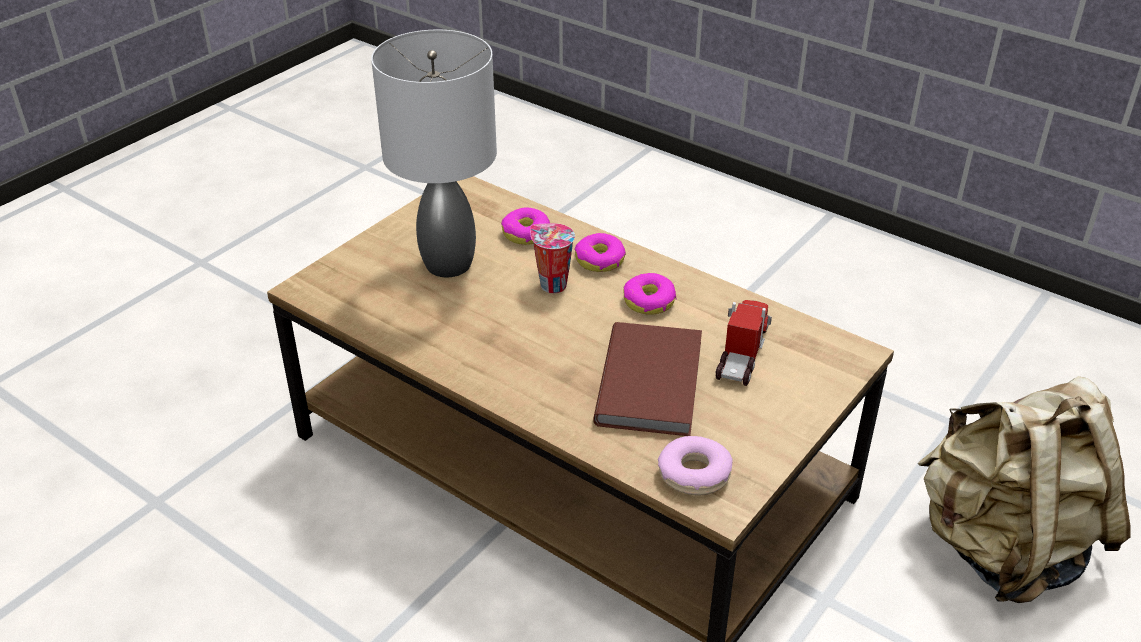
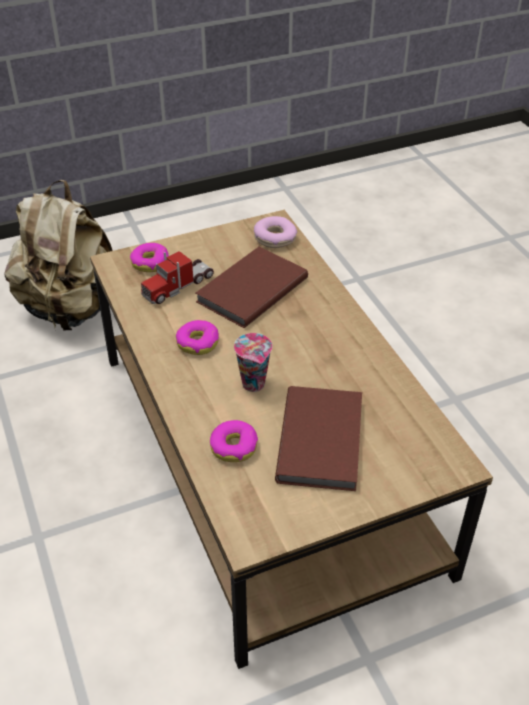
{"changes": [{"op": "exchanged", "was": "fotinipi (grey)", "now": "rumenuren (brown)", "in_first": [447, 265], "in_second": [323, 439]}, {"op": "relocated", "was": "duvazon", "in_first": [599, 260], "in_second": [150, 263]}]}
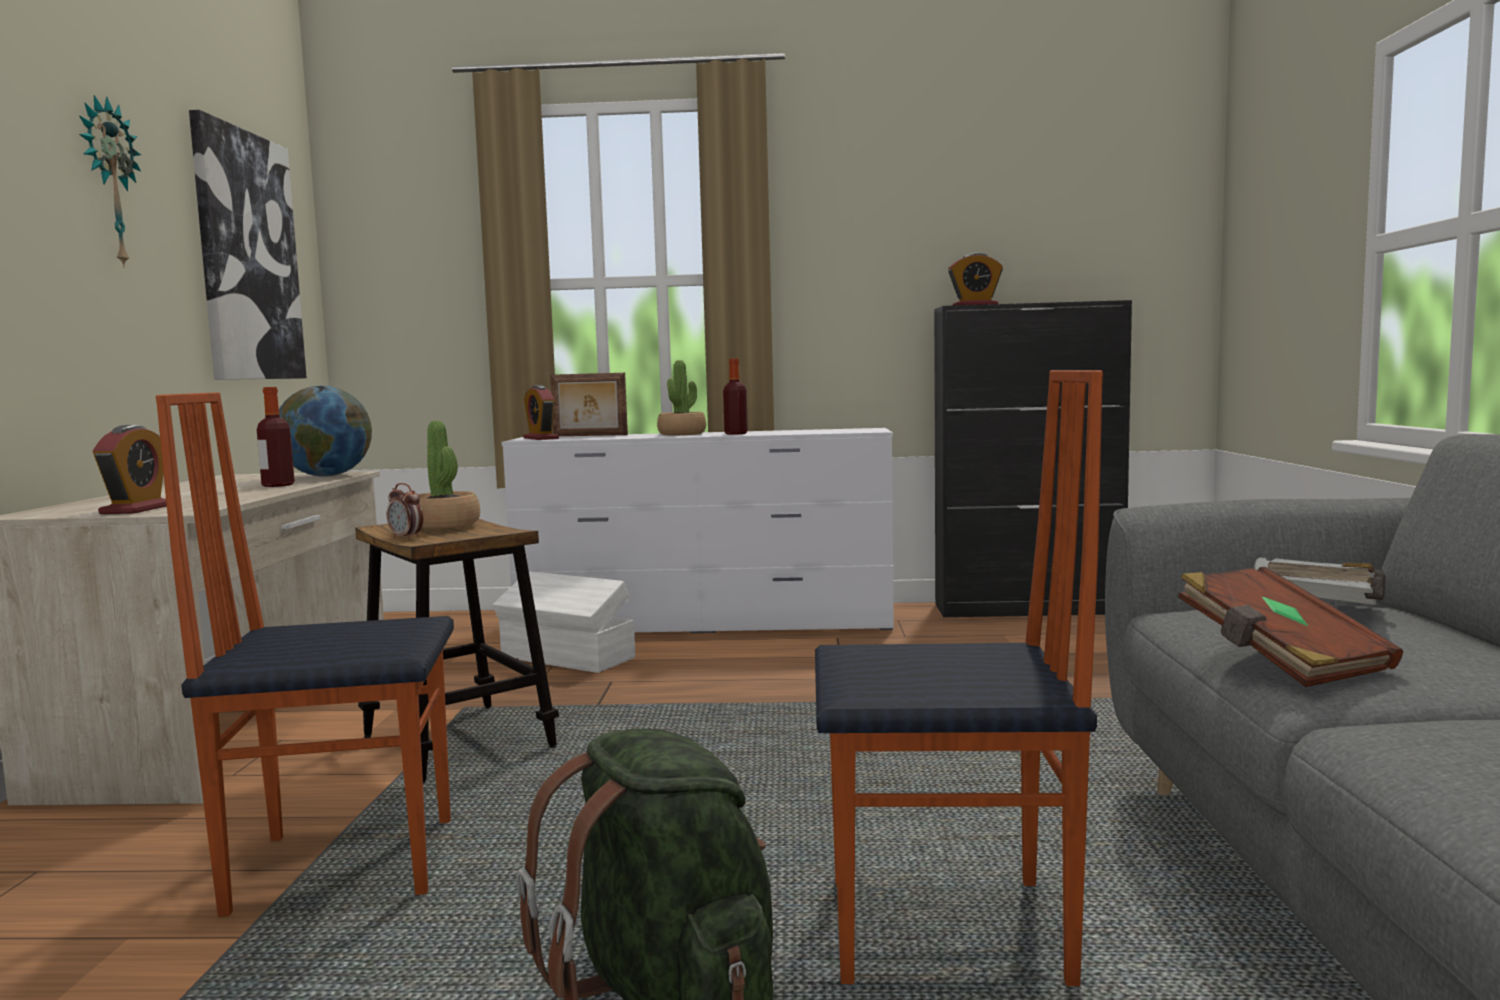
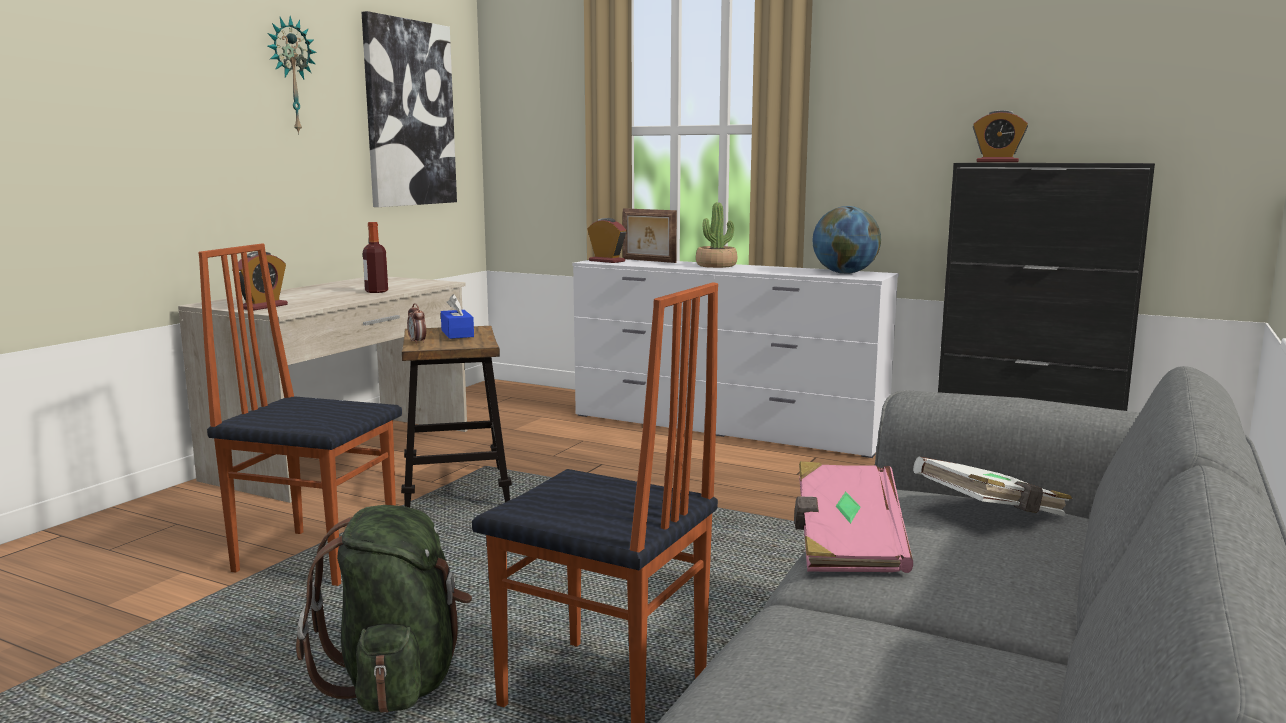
{"changes": [{"op": "missing", "was": "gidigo", "in_first": [736, 433]}, {"op": "spun", "was": "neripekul", "in_first": [541, 438], "in_second": [606, 261], "clockwise": 135}, {"op": "relocated", "was": "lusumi", "in_first": [327, 476], "in_second": [844, 273]}, {"op": "exchanged", "was": "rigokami", "now": "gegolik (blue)", "in_first": [445, 525], "in_second": [457, 333]}, {"op": "colour", "was": "rumenuren (brown)", "now": "rumenuren (pink)", "in_first": [1279, 659], "in_second": [846, 546]}, {"op": "missing", "was": "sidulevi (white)", "in_first": [567, 658]}]}
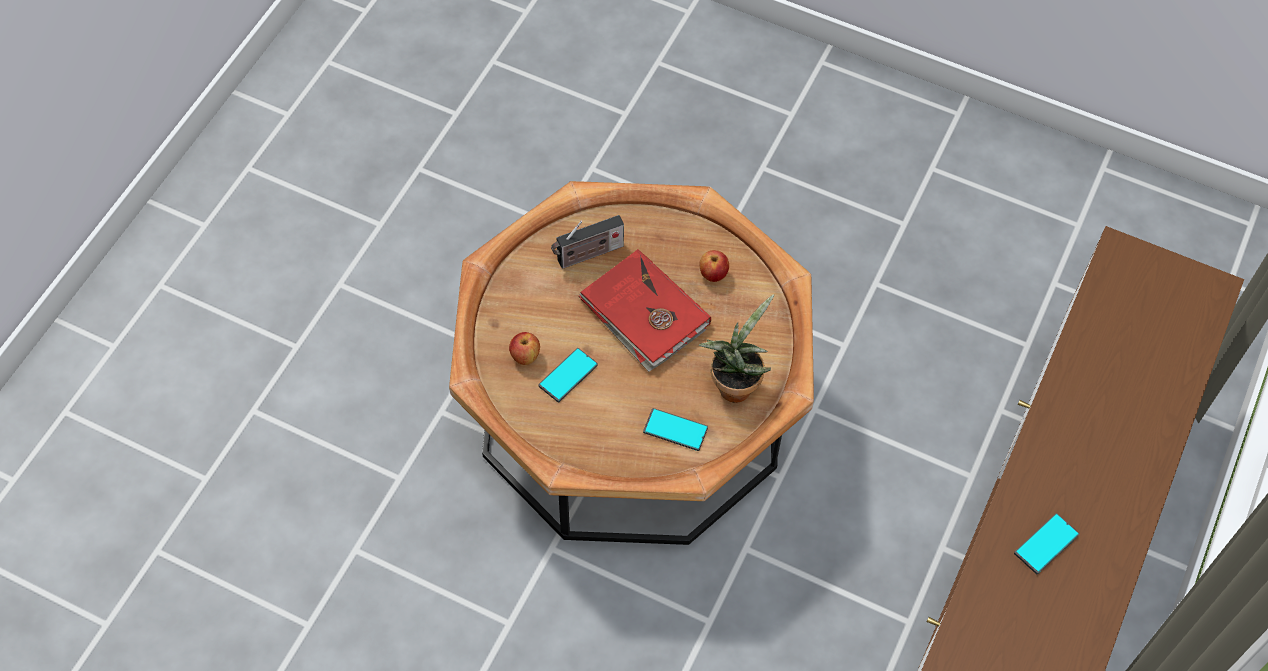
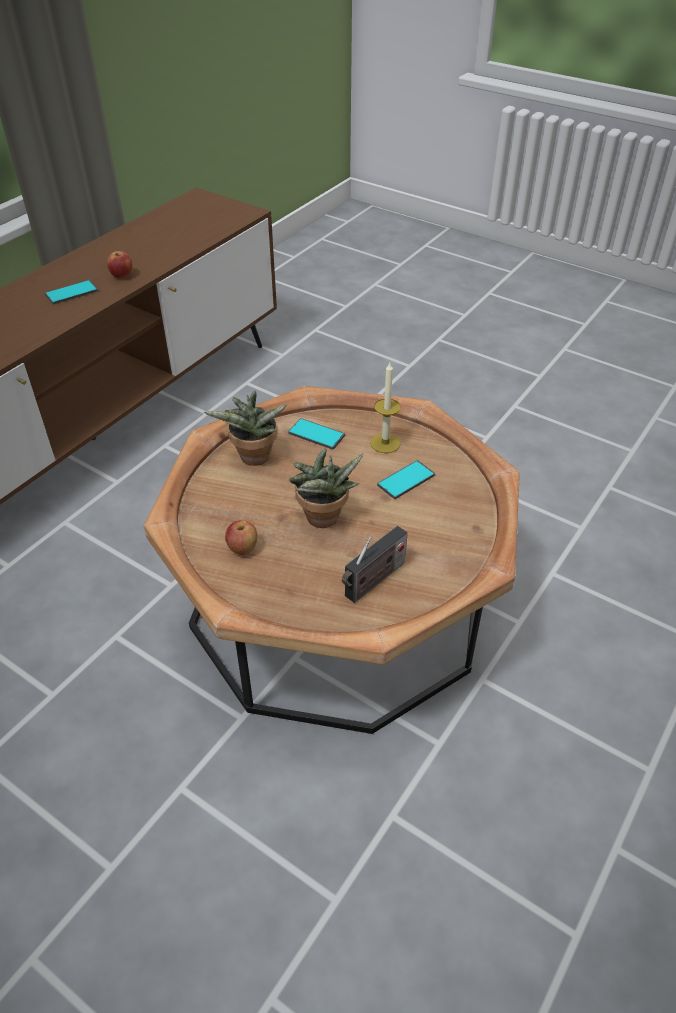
{"changes": [{"op": "spun", "was": "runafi", "in_first": [587, 255], "in_second": [373, 581], "clockwise": 150}, {"op": "exchanged", "was": "rumenuren (red)", "now": "rigokami", "in_first": [644, 314], "in_second": [323, 521]}, {"op": "relocated", "was": "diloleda", "in_first": [525, 356], "in_second": [122, 276]}, {"op": "appeared", "now": "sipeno", "in_second": [385, 443]}]}
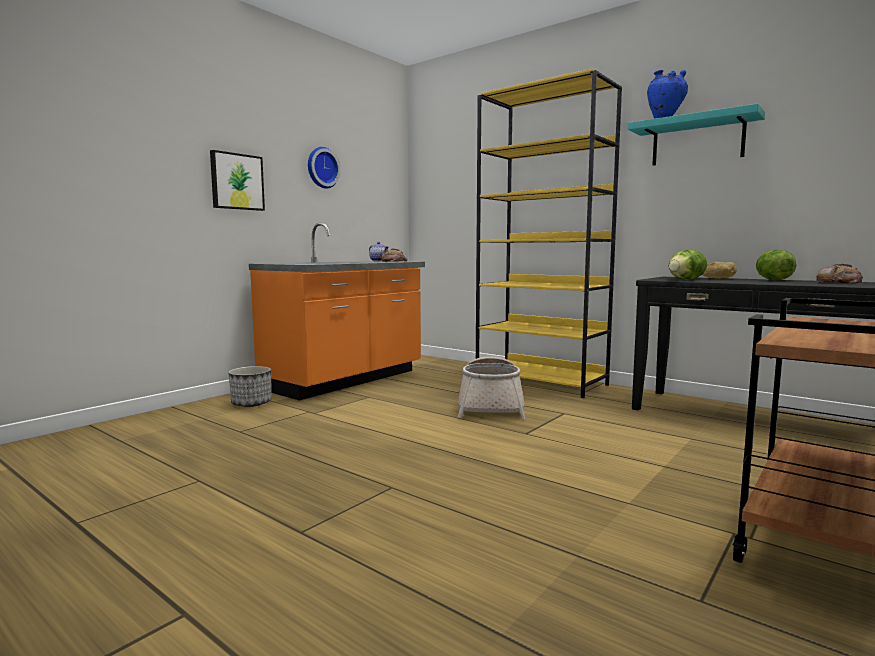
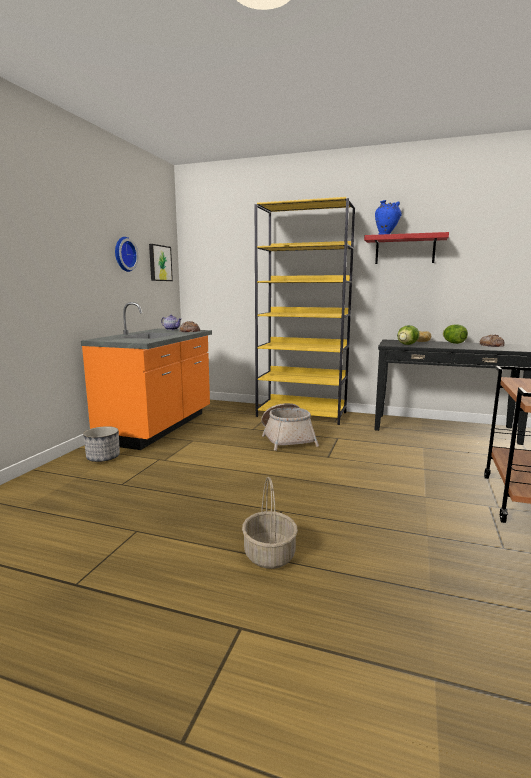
{"changes": [{"op": "colour", "was": "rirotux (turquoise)", "now": "rirotux (red)", "in_first": [697, 141], "in_second": [405, 250]}, {"op": "relocated", "was": "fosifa", "in_first": [236, 181], "in_second": [159, 263]}, {"op": "appeared", "now": "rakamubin", "in_second": [269, 554]}]}
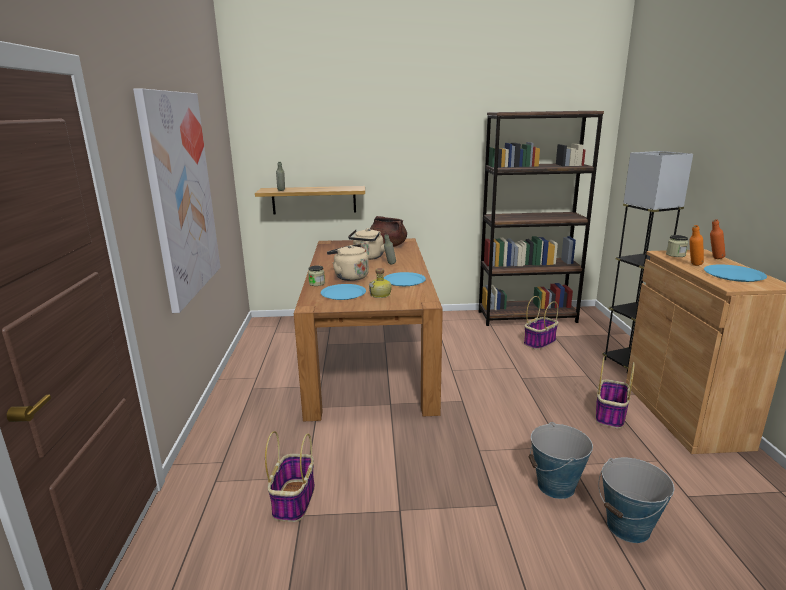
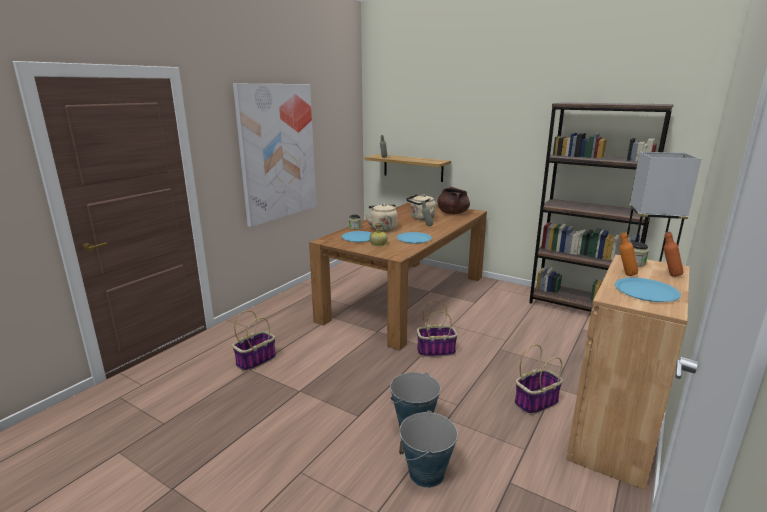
{"changes": [{"op": "relocated", "was": "rakamubin", "in_first": [539, 342], "in_second": [436, 351]}]}
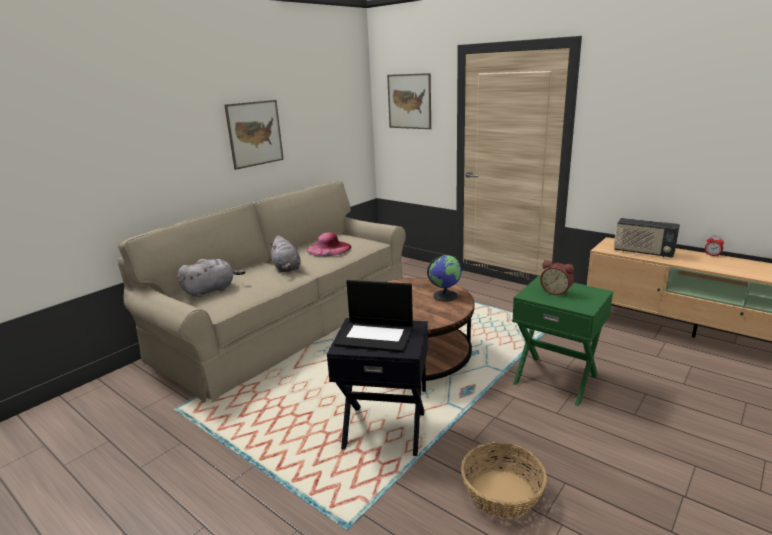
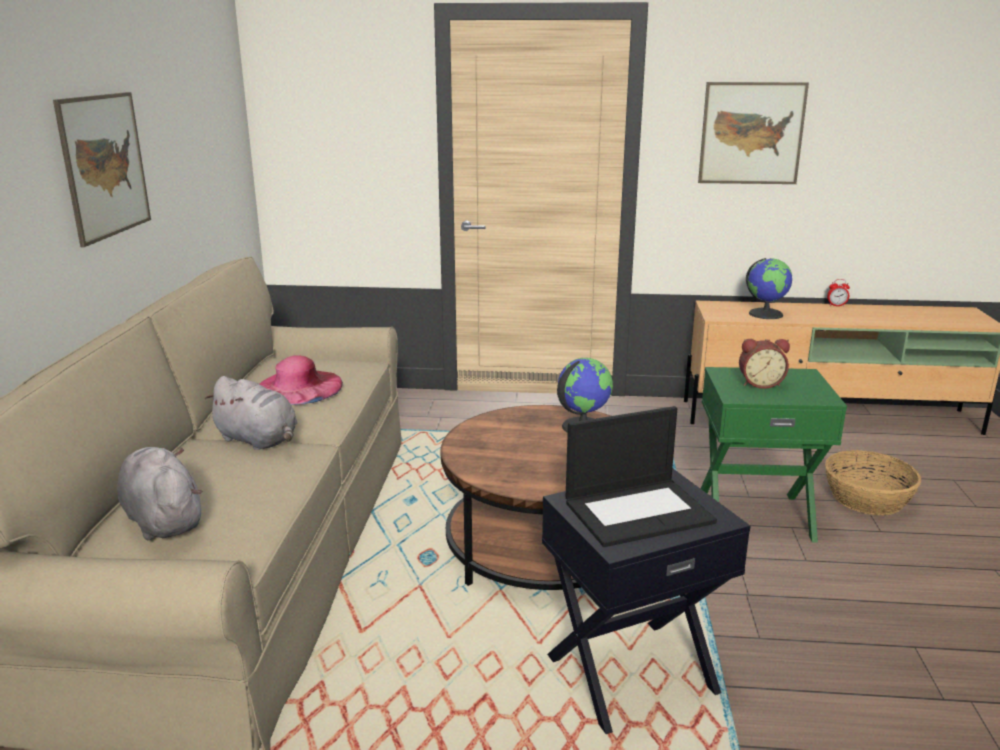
{"changes": [{"op": "relocated", "was": "fosifa", "in_first": [409, 101], "in_second": [751, 133]}, {"op": "exchanged", "was": "runafi", "now": "lusumi", "in_first": [643, 252], "in_second": [765, 314]}, {"op": "spun", "was": "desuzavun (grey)", "in_first": [211, 290], "in_second": [162, 520], "clockwise": -60}, {"op": "relocated", "was": "rakamubin", "in_first": [501, 493], "in_second": [866, 498]}]}
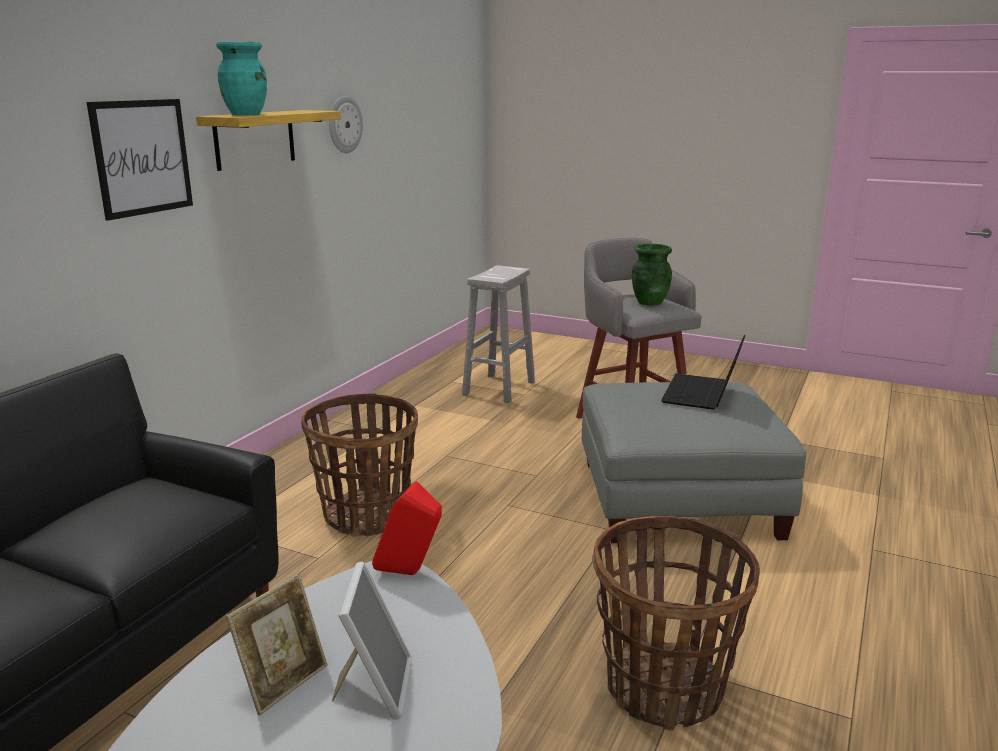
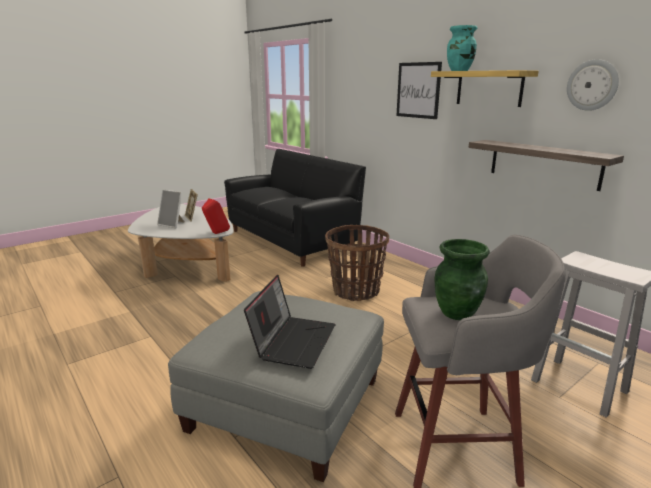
{"changes": [{"op": "spun", "was": "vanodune", "in_first": [702, 394], "in_second": [293, 340], "clockwise": 60}, {"op": "missing", "was": "rakamubin", "in_first": [664, 687]}, {"op": "appeared", "now": "rirotux", "in_second": [544, 164]}]}
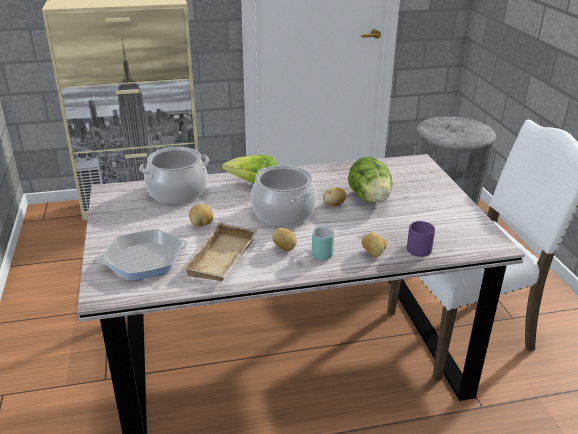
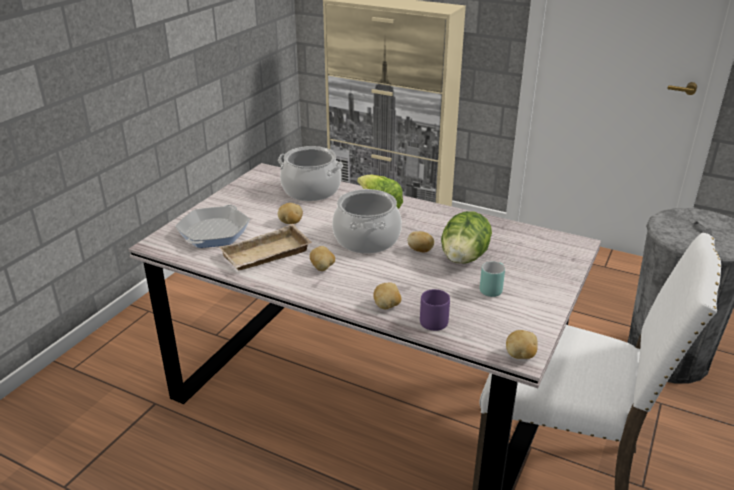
{"changes": [{"op": "relocated", "was": "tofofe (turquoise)", "in_first": [319, 252], "in_second": [491, 288]}, {"op": "spun", "was": "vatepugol", "in_first": [144, 260], "in_second": [214, 232], "clockwise": 90}, {"op": "appeared", "now": "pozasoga", "in_second": [520, 355]}]}
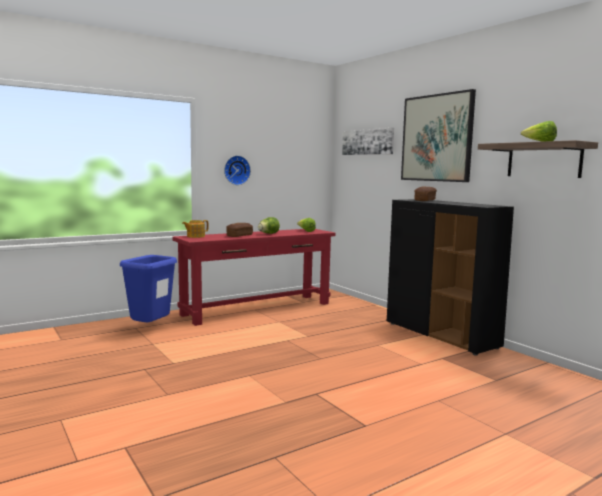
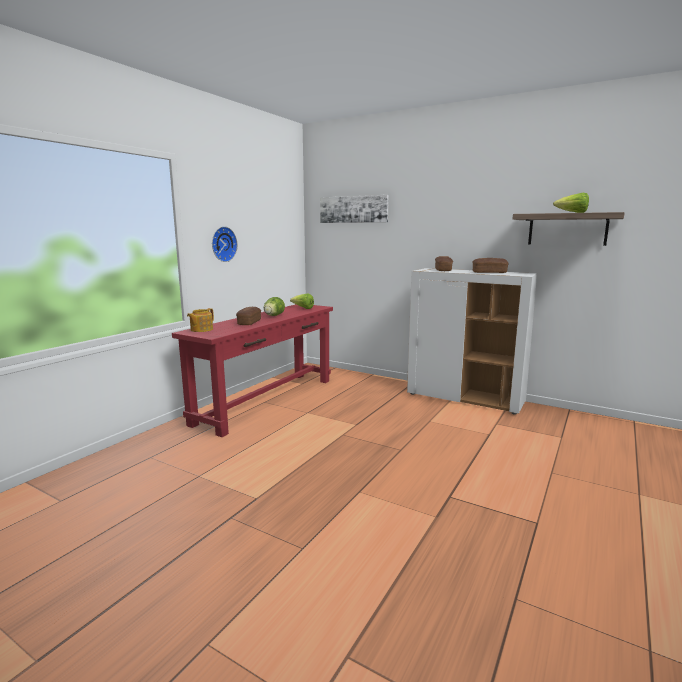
{"changes": [{"op": "missing", "was": "fosifa", "in_first": [437, 138]}, {"op": "colour", "was": "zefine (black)", "now": "zefine (white)", "in_first": [441, 335], "in_second": [465, 398]}, {"op": "missing", "was": "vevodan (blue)", "in_first": [151, 329]}, {"op": "appeared", "now": "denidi", "in_second": [489, 272]}]}
